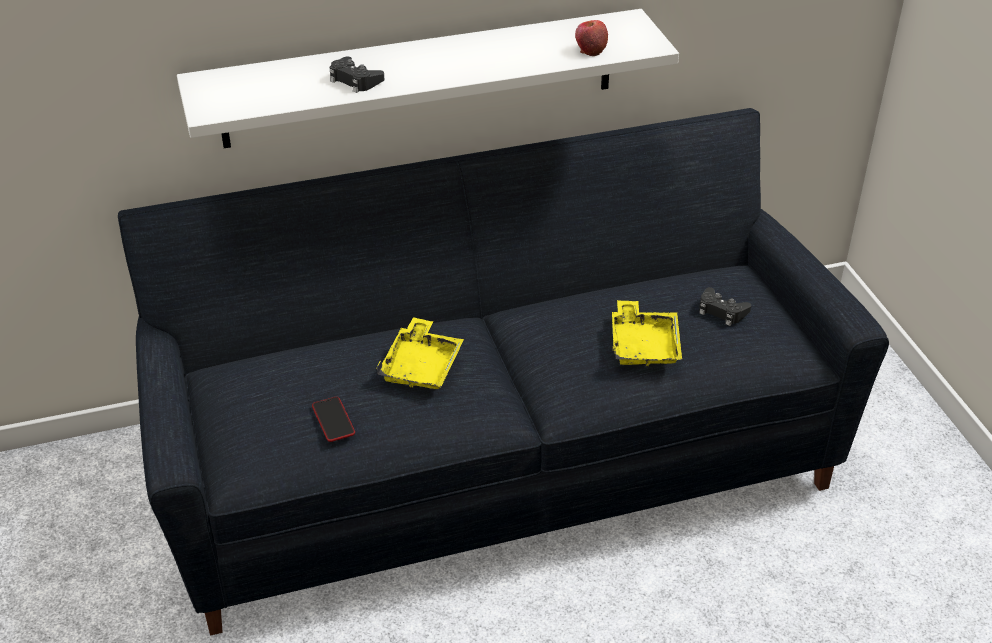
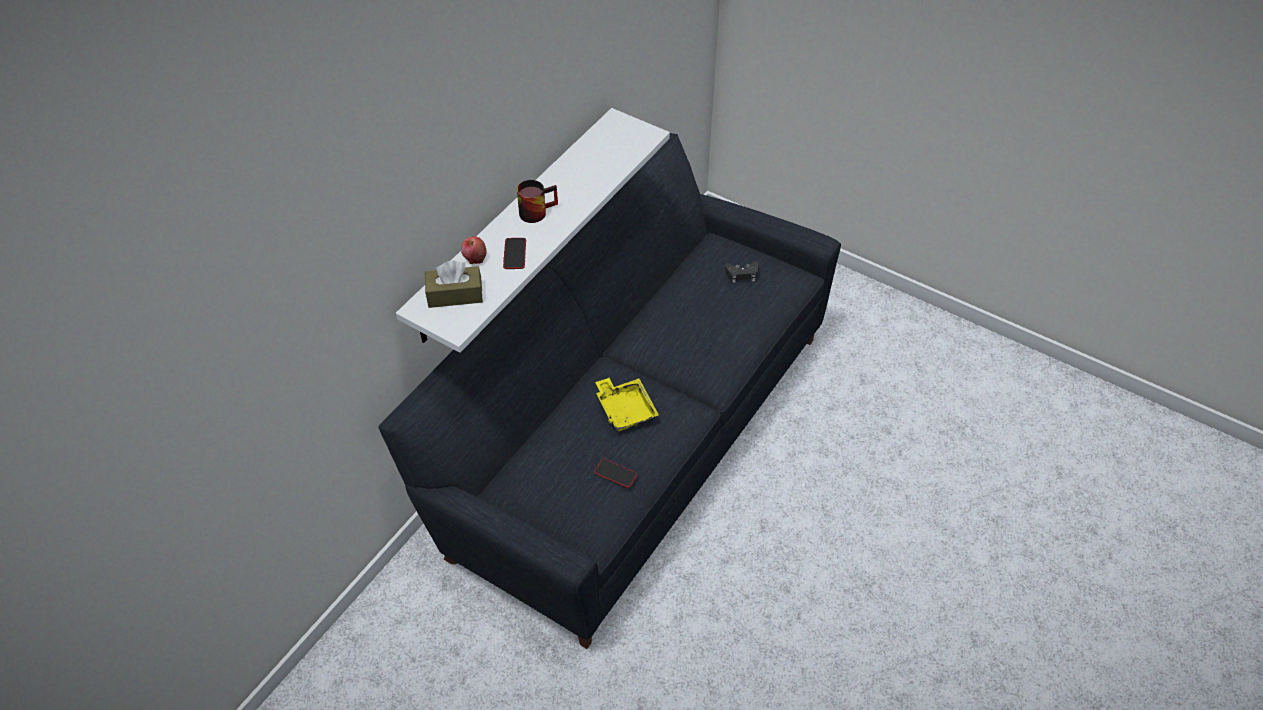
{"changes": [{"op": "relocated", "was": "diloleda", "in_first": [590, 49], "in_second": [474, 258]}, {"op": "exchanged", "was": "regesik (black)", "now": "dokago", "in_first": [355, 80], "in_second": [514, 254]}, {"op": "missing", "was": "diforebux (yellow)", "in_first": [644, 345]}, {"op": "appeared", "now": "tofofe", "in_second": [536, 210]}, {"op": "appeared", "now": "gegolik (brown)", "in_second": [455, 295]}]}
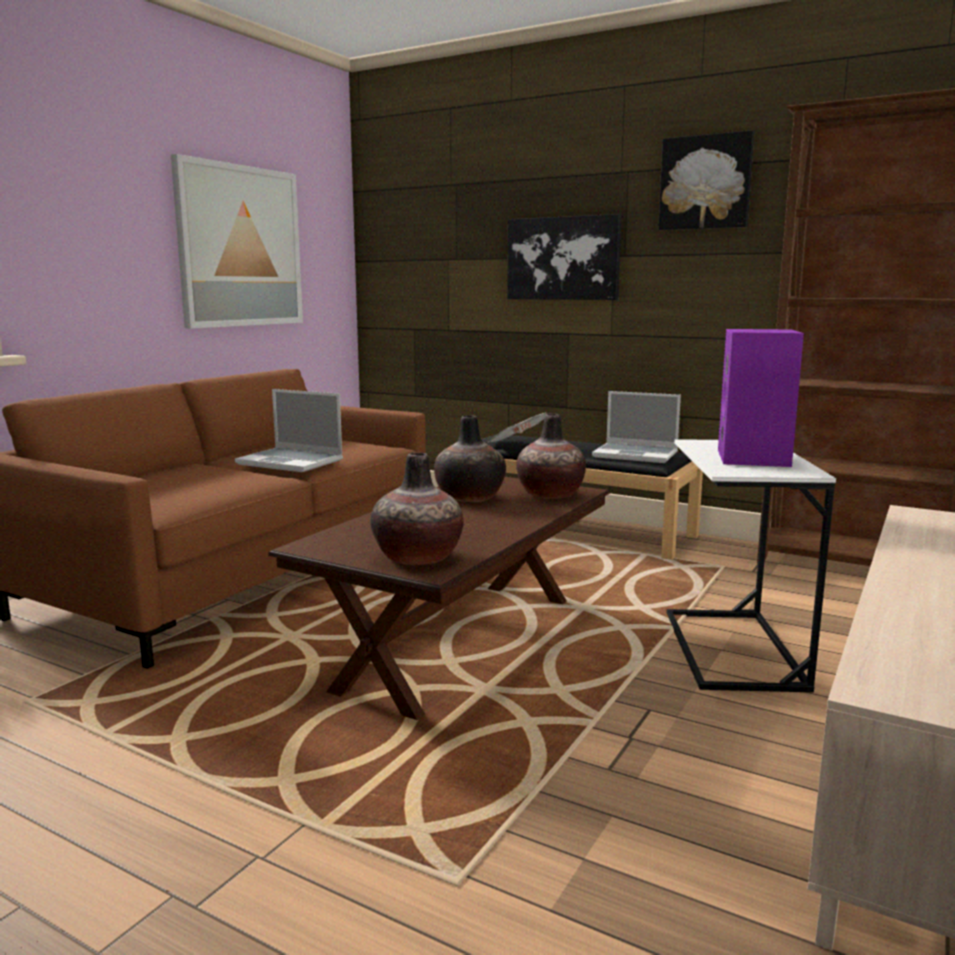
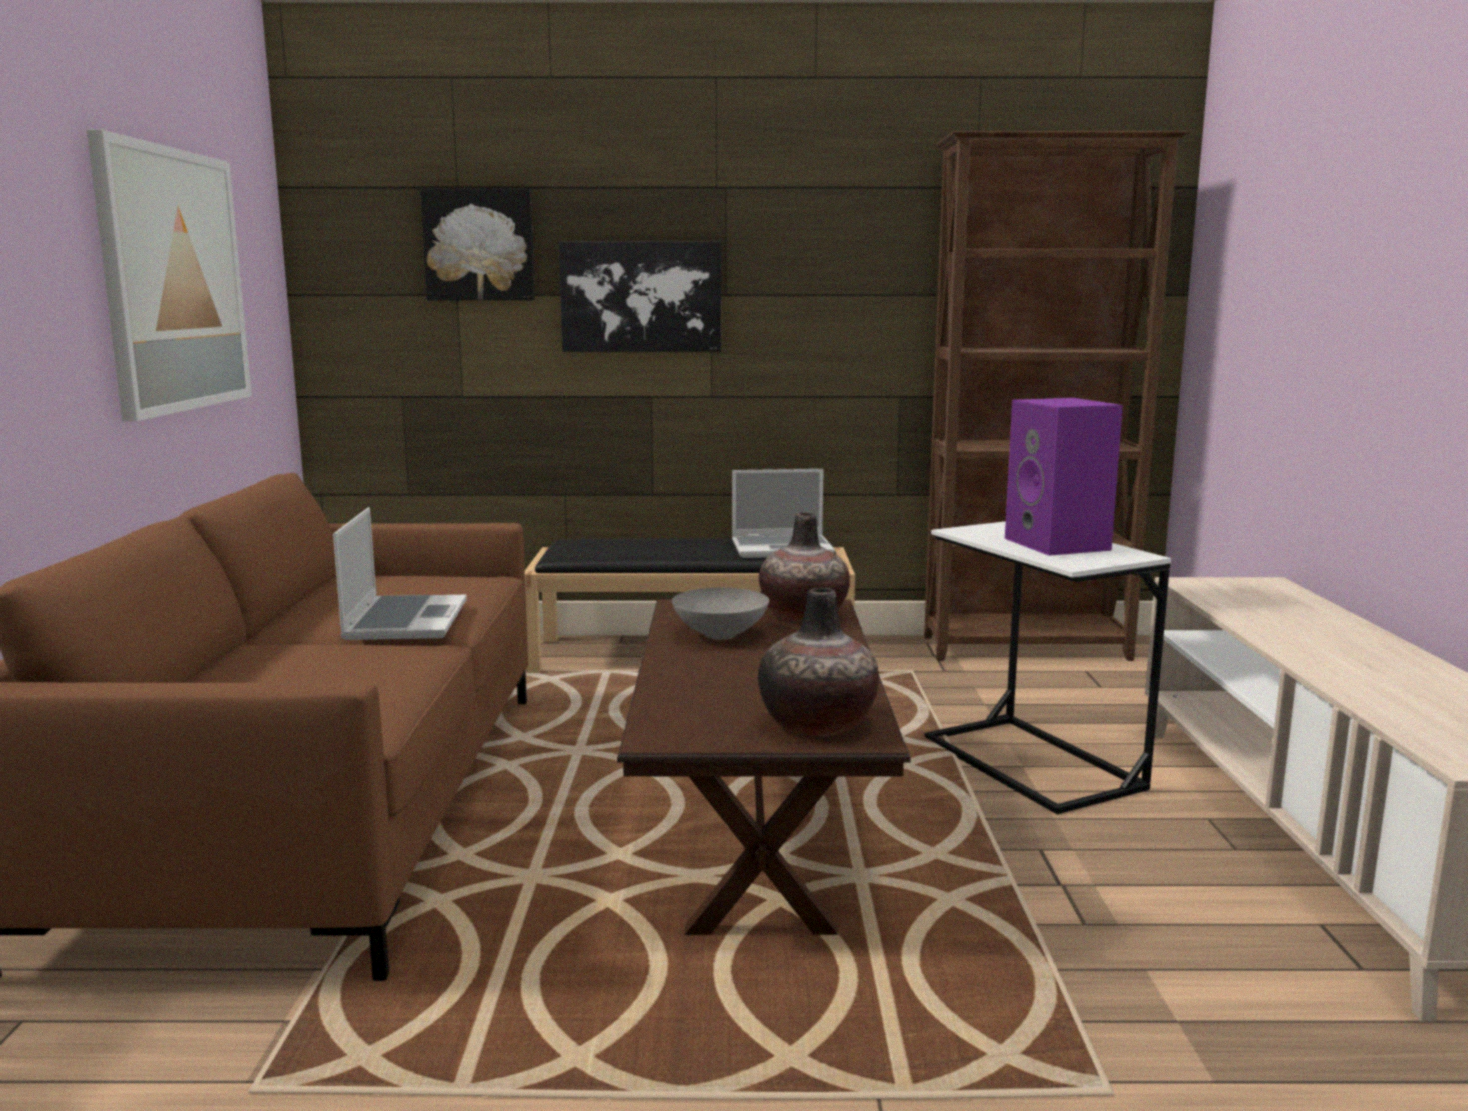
{"changes": [{"op": "relocated", "was": "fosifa", "in_first": [705, 182], "in_second": [479, 245]}, {"op": "spun", "was": "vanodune", "in_first": [292, 462], "in_second": [404, 620], "clockwise": -90}, {"op": "missing", "was": "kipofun", "in_first": [517, 445]}, {"op": "exchanged", "was": "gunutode", "now": "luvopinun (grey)", "in_first": [470, 498], "in_second": [722, 635]}]}
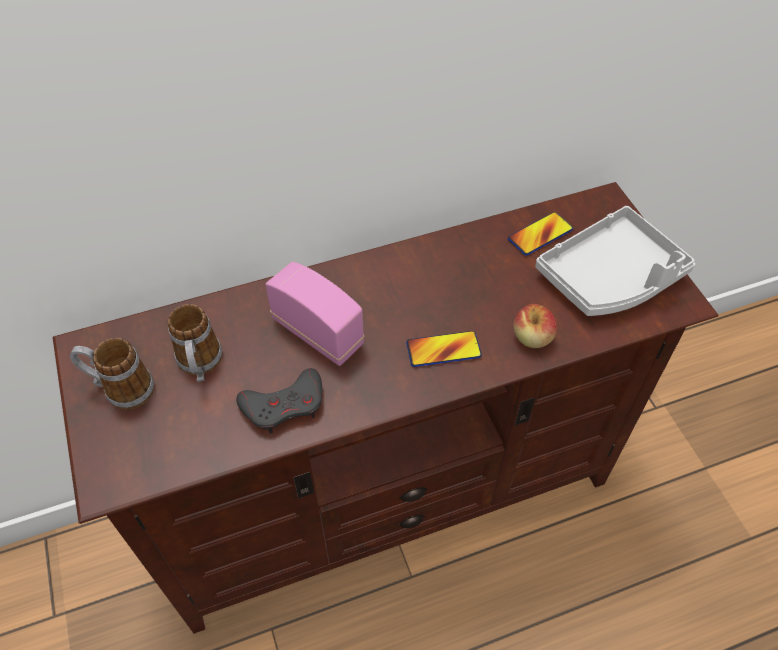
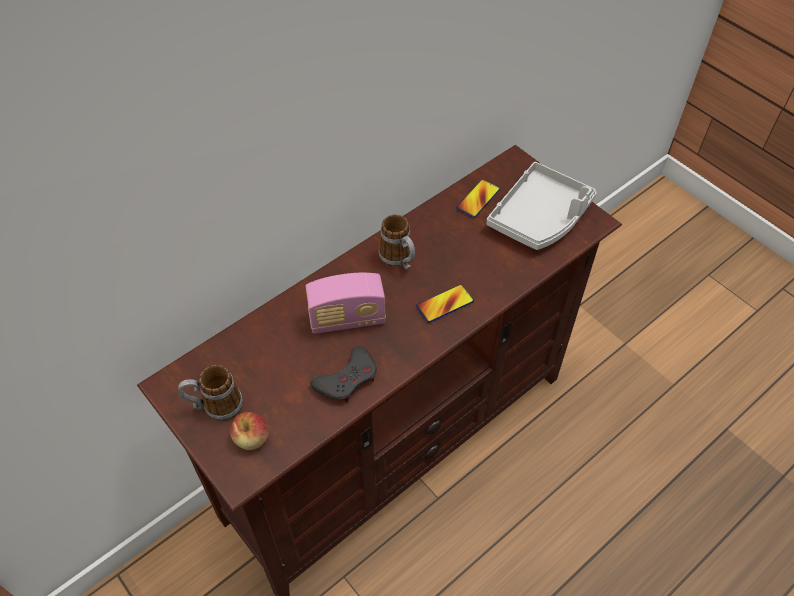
{"changes": [{"op": "spun", "was": "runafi", "in_first": [318, 333], "in_second": [347, 319], "clockwise": 150}, {"op": "relocated", "was": "tofofe", "in_first": [200, 365], "in_second": [399, 260]}, {"op": "relocated", "was": "diloleda", "in_first": [532, 337], "in_second": [252, 438]}]}
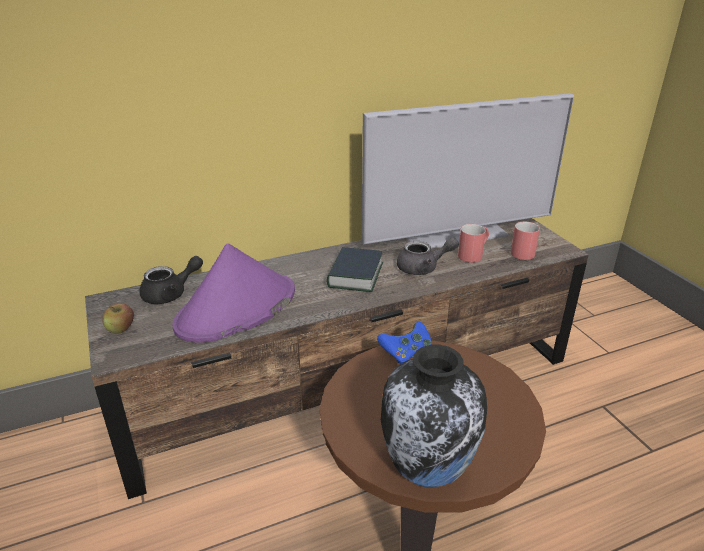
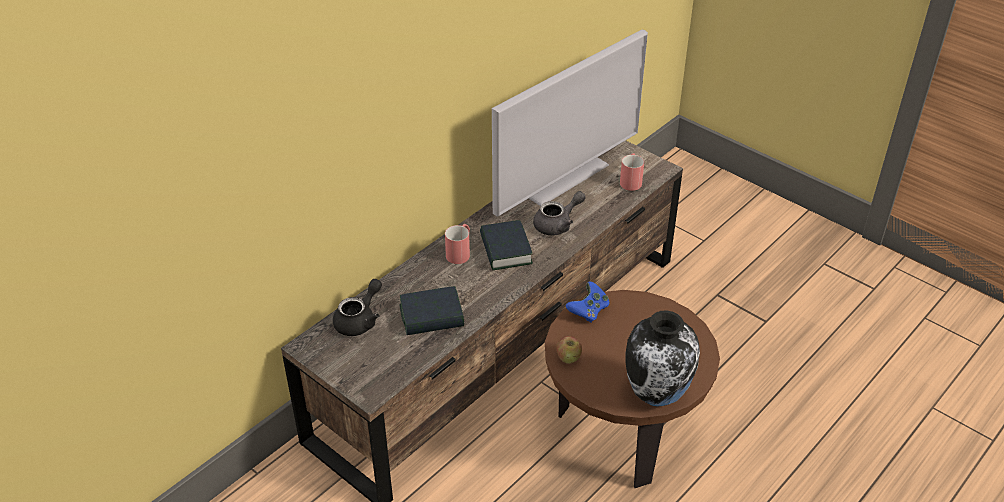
{"changes": [{"op": "relocated", "was": "tofofe (red)", "in_first": [473, 254], "in_second": [460, 252]}, {"op": "exchanged", "was": "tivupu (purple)", "now": "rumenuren", "in_first": [236, 309], "in_second": [431, 316]}, {"op": "relocated", "was": "diloleda", "in_first": [121, 328], "in_second": [568, 357]}]}
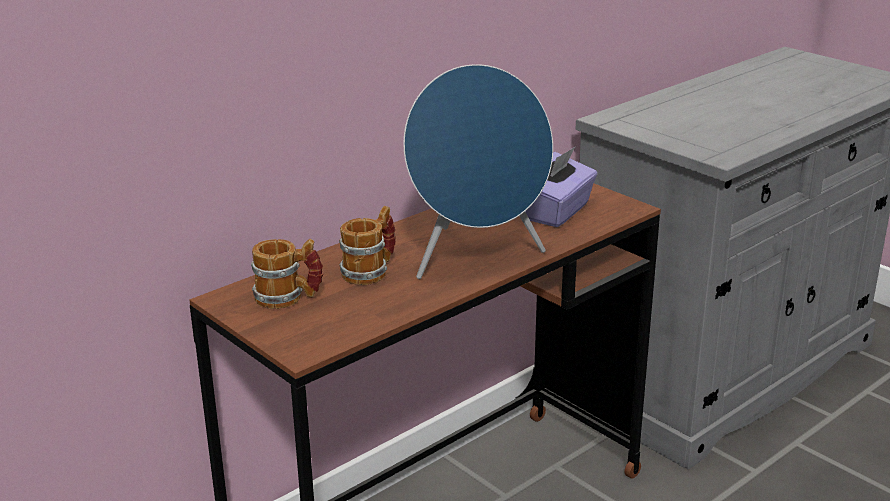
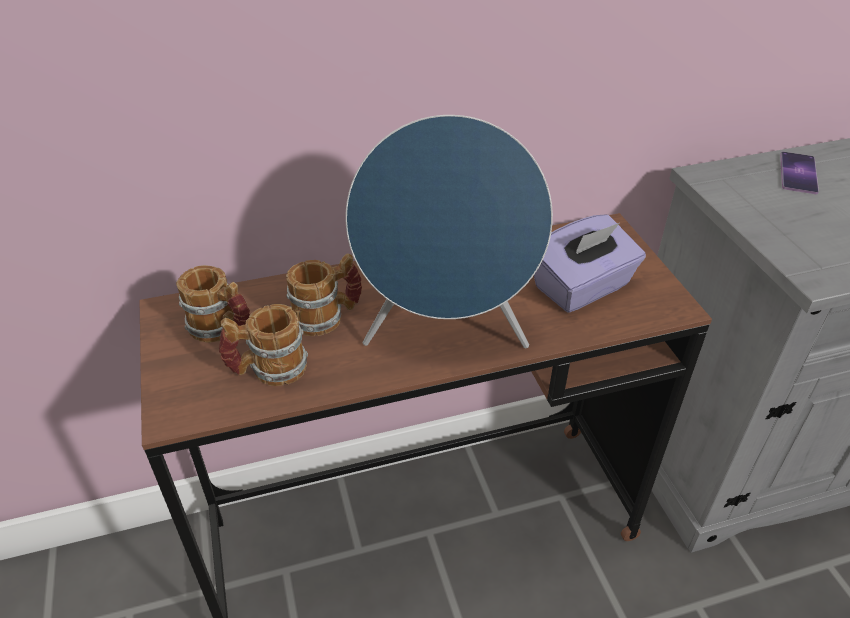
{"changes": [{"op": "appeared", "now": "dokago", "in_second": [798, 173]}, {"op": "appeared", "now": "tofofe", "in_second": [268, 370]}]}
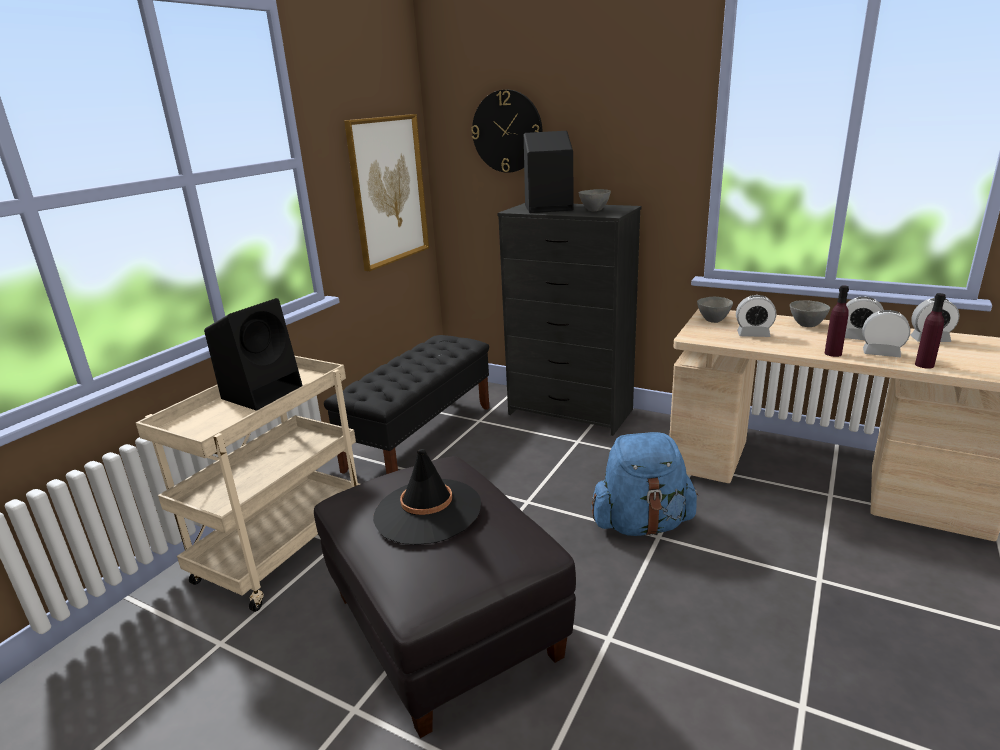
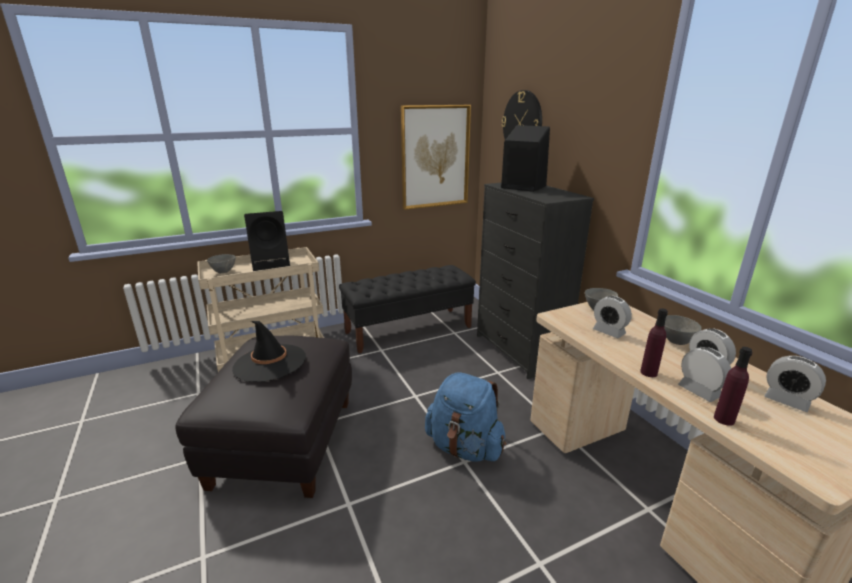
{"changes": [{"op": "relocated", "was": "luvopinun (grey)", "in_first": [594, 210], "in_second": [224, 271]}]}
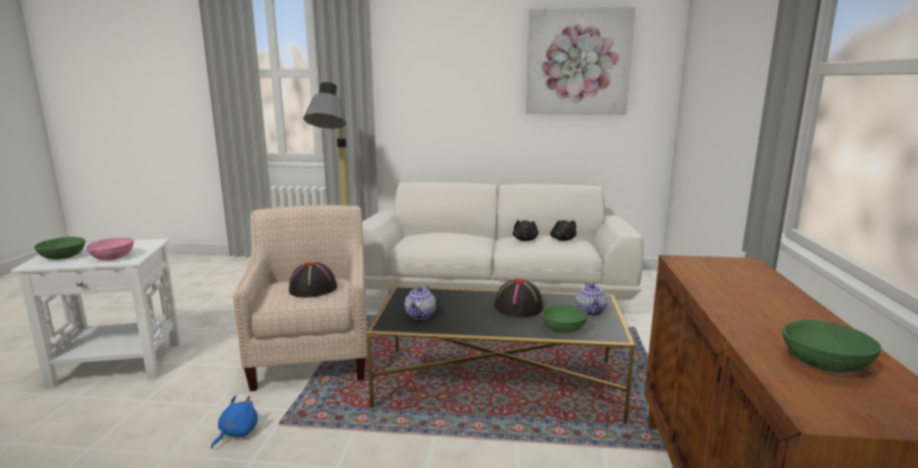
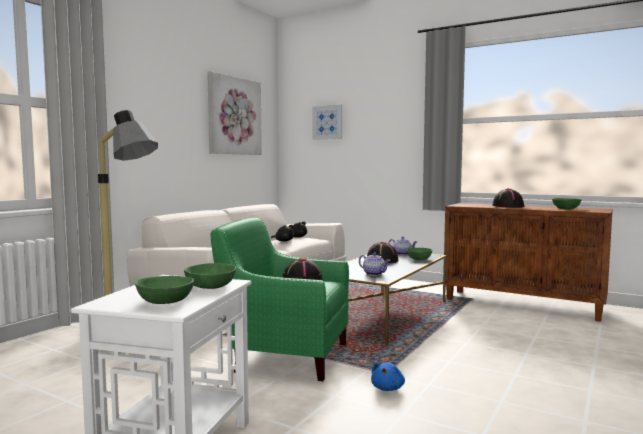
{"changes": [{"op": "colour", "was": "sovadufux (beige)", "now": "sovadufux (green)", "in_first": [314, 356], "in_second": [285, 355]}, {"op": "colour", "was": "luvopinun (pink)", "now": "luvopinun (green)", "in_first": [113, 257], "in_second": [210, 286]}, {"op": "spun", "was": "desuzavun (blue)", "in_first": [236, 433], "in_second": [388, 388], "clockwise": -120}, {"op": "appeared", "now": "fosifa", "in_second": [327, 122]}, {"op": "appeared", "now": "tivupu (black)", "in_second": [507, 206]}]}
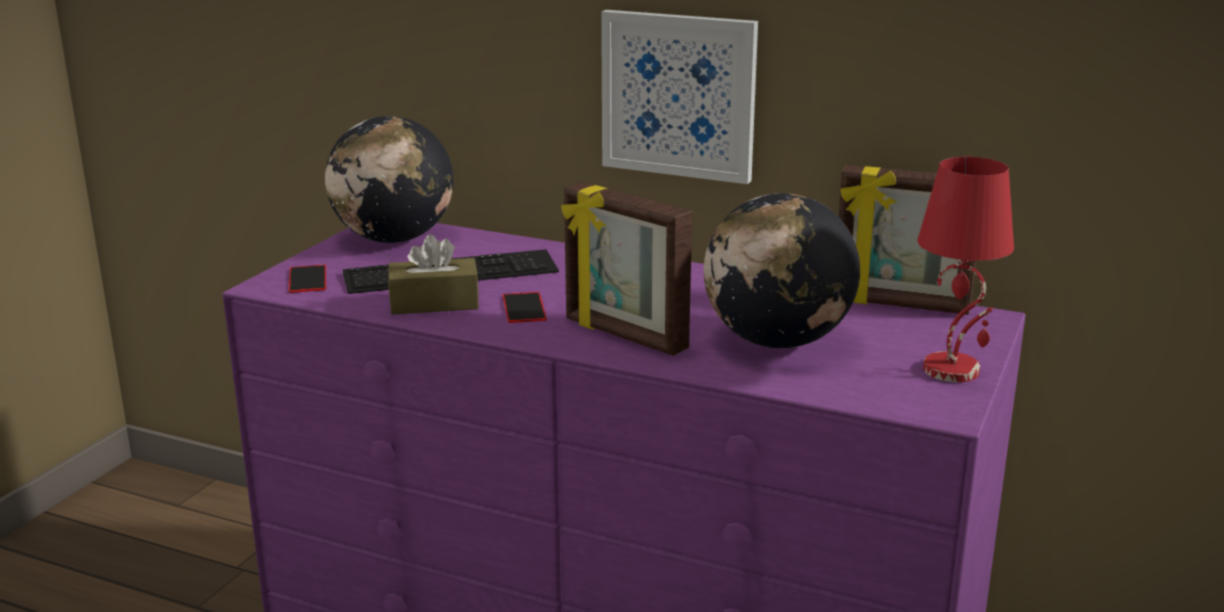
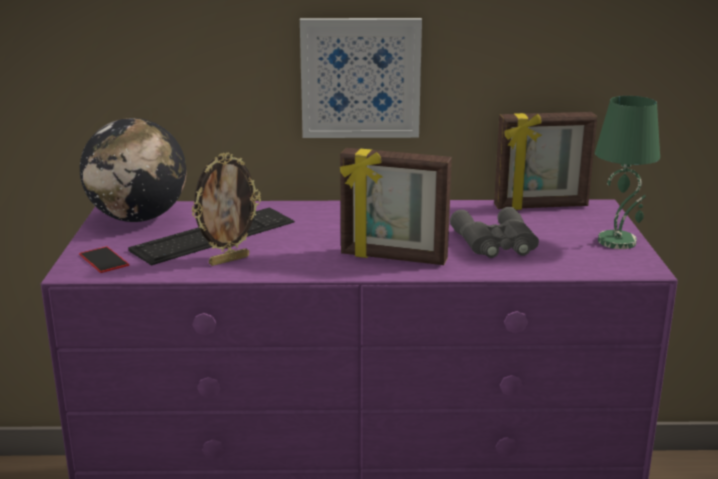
{"changes": [{"op": "colour", "was": "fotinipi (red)", "now": "fotinipi (green)", "in_first": [953, 370], "in_second": [618, 241]}, {"op": "exchanged", "was": "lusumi", "now": "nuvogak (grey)", "in_first": [776, 341], "in_second": [495, 243]}, {"op": "exchanged", "was": "gegolik (brown)", "now": "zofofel", "in_first": [434, 303], "in_second": [229, 260]}, {"op": "missing", "was": "dokago", "in_first": [524, 308]}]}
